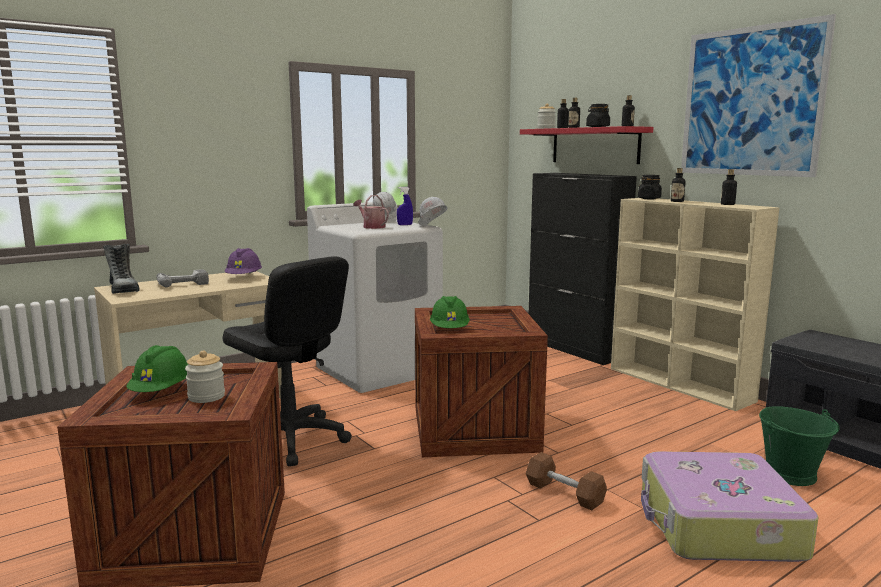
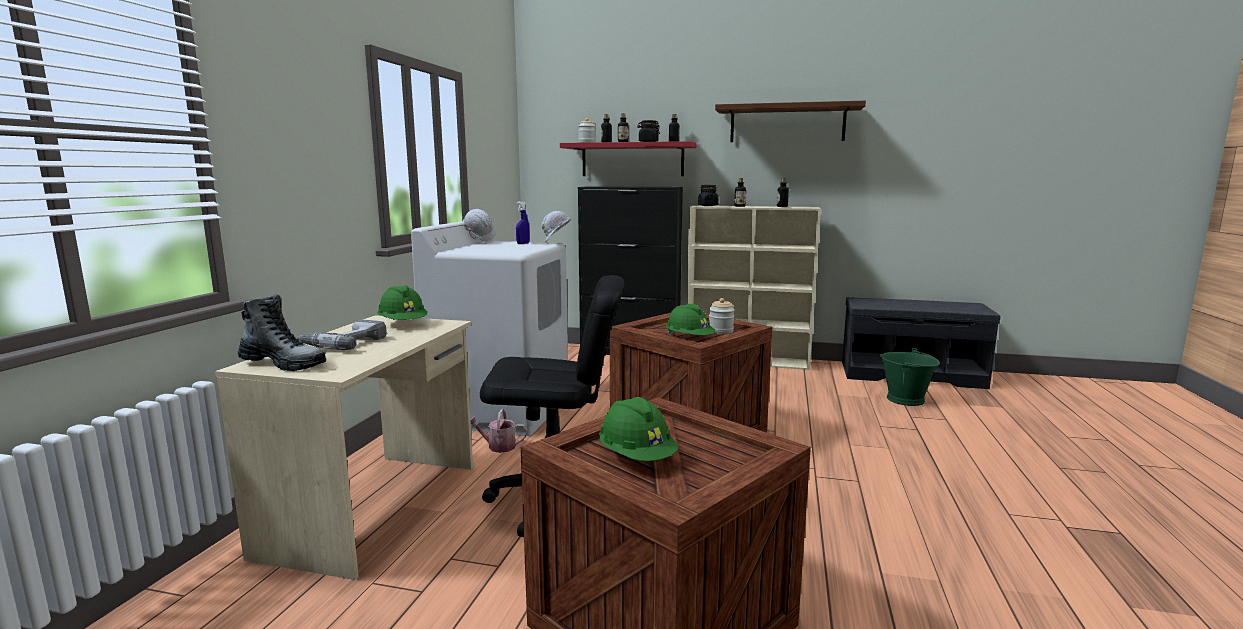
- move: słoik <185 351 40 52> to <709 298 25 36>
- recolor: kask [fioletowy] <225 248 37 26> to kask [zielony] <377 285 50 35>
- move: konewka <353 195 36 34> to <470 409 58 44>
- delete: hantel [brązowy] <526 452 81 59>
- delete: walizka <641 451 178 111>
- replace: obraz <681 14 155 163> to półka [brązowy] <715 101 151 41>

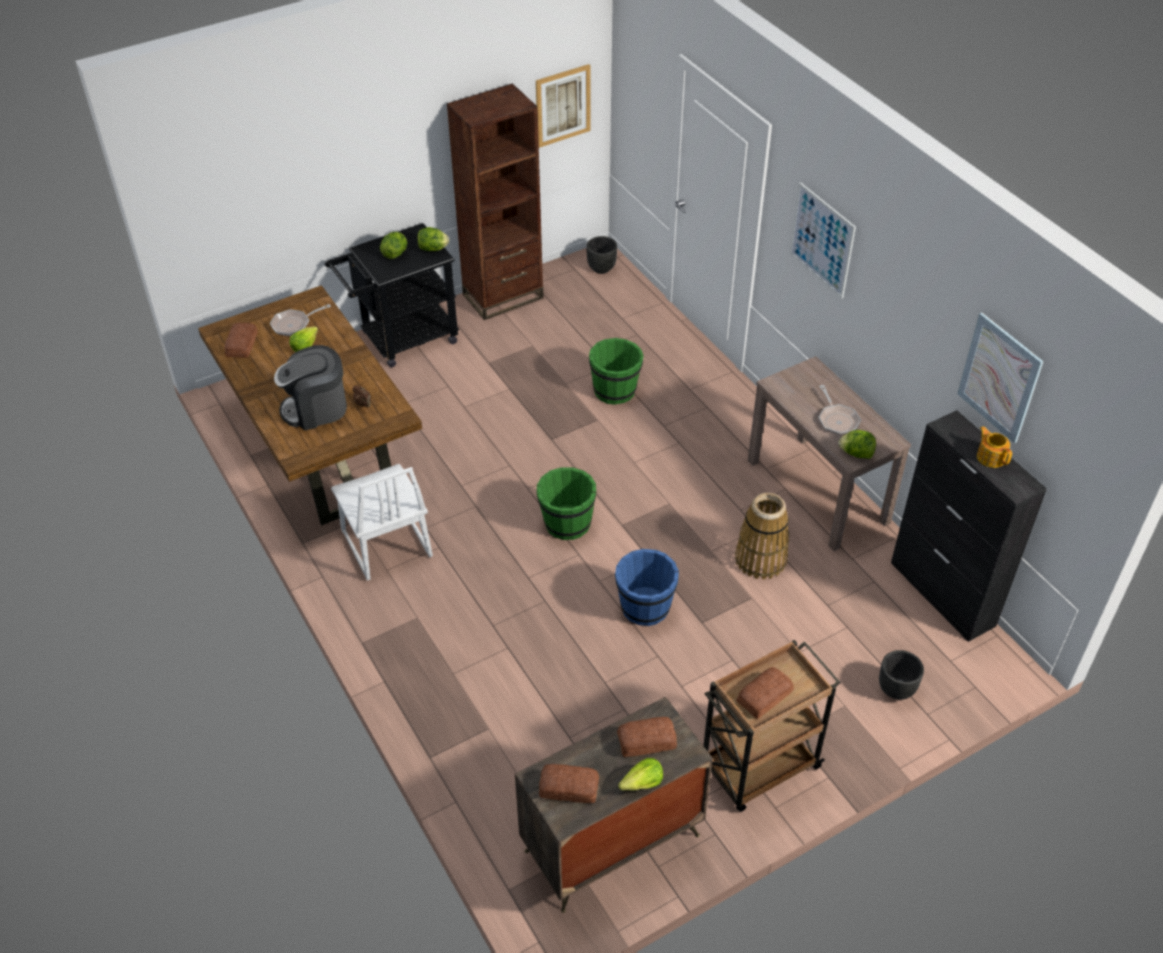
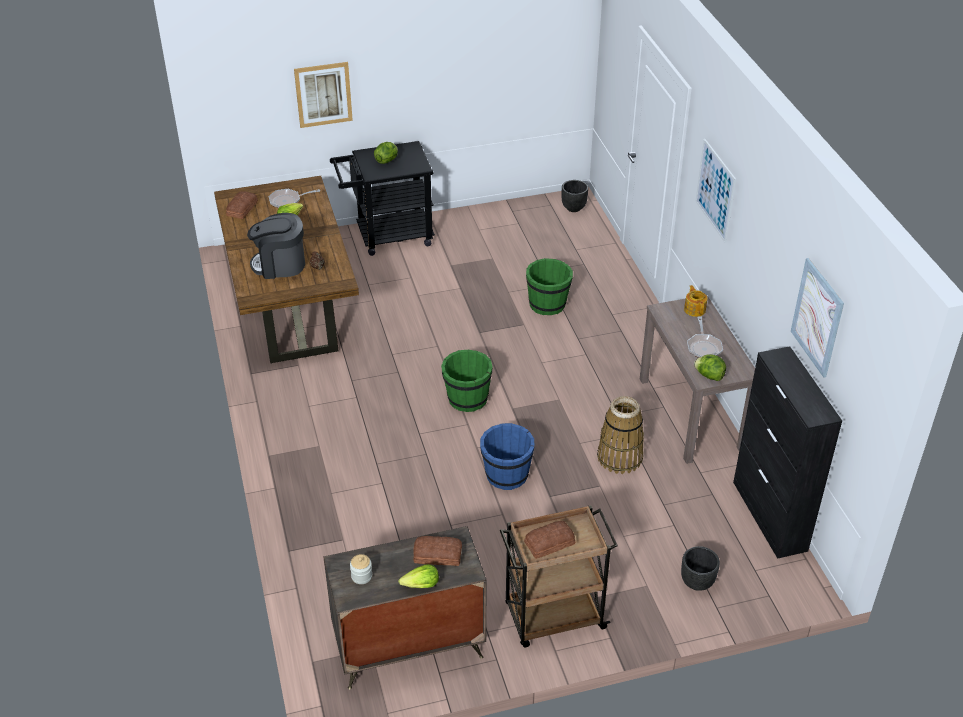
- delete: krzesło [biały] <331 464 102 117>
- delete: sałata <417 227 32 24>
- delete: regał [brązowy] <447 83 97 237>
- move: obraz <536 64 55 84> to <294 62 59 66>
- replace: chleb <539 764 60 39> to słoik <350 554 22 30>
- move: imbryk <977 426 35 42> to <684 285 23 32>

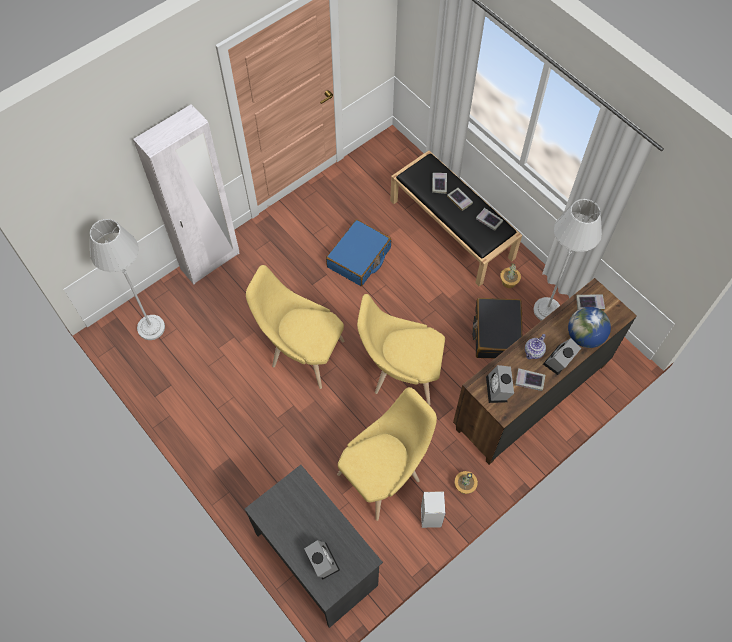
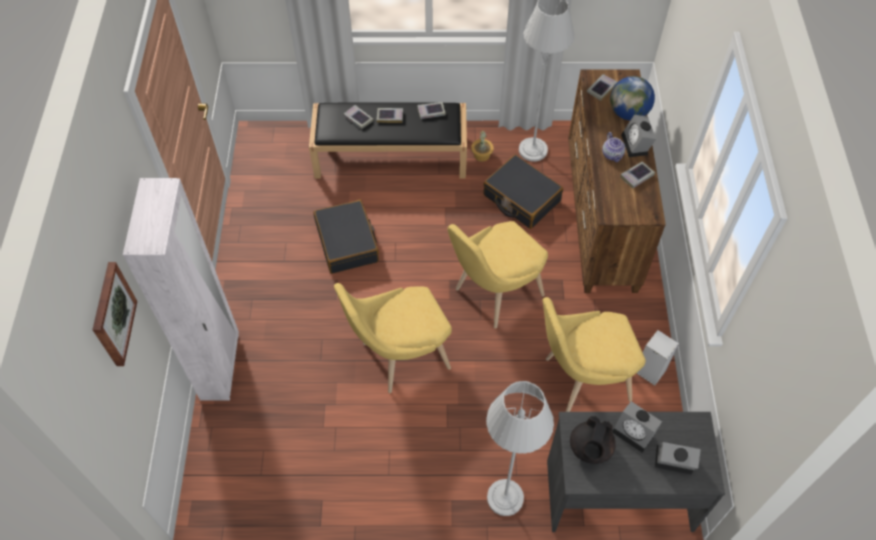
- move: lampa stojąca [szary] <90 219 75 121> to <486 381 68 135>
- recolor: walizka [niebieski] <326 219 65 67> to walizka [czarny] <313 200 66 74>
- rotate: krzesło [żółty] <337 387 100 134> = <543 297 103 115> 105 degrees counterclockwise
- delete: roślina doniczkowa <454 471 24 23>
- move: budzik <486 365 28 38> to <612 401 50 52>
- insert: obraz <92 262 45 104>
- insert: imbryk [czarny] <570 416 46 48>

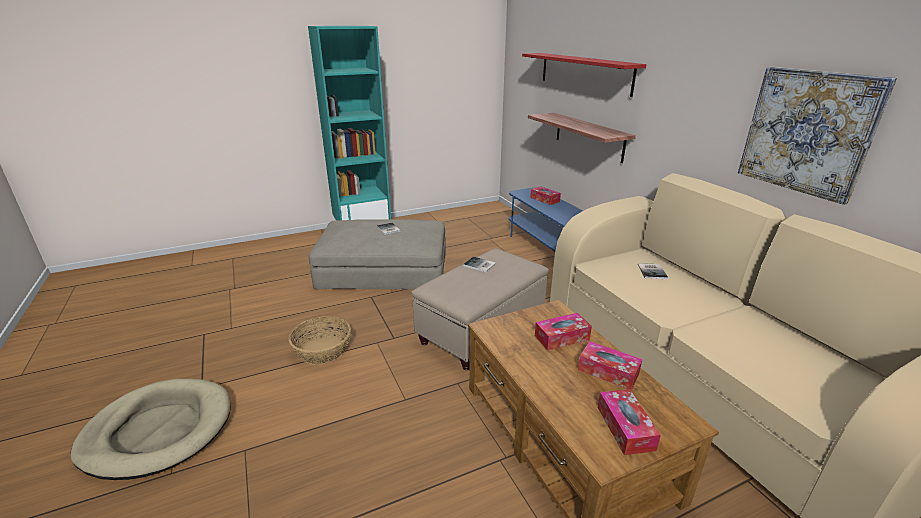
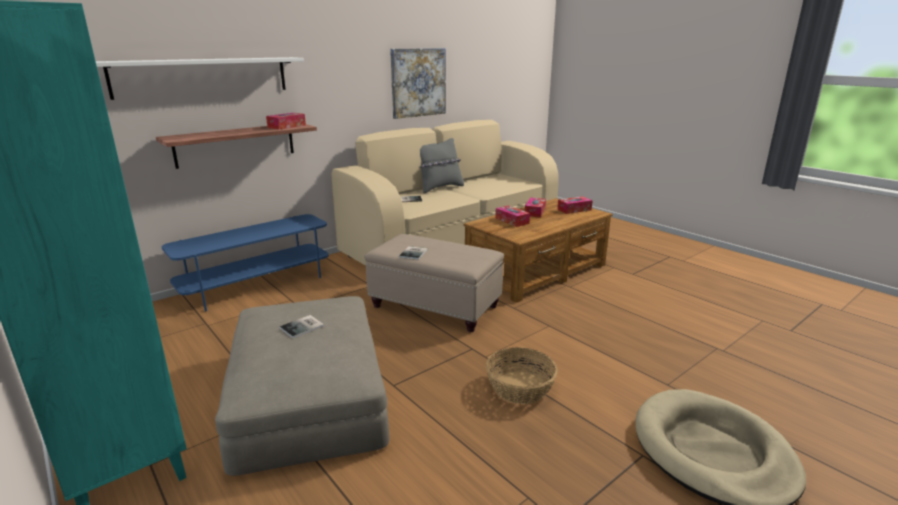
- recolor: półka [czerwony] <522 53 125 44> to półka [biały] <96 57 208 43>
- move: pudełko chusteczek <530 186 31 19> to <266 113 40 17>
- insert: poduszka [szary] <420 138 44 55>

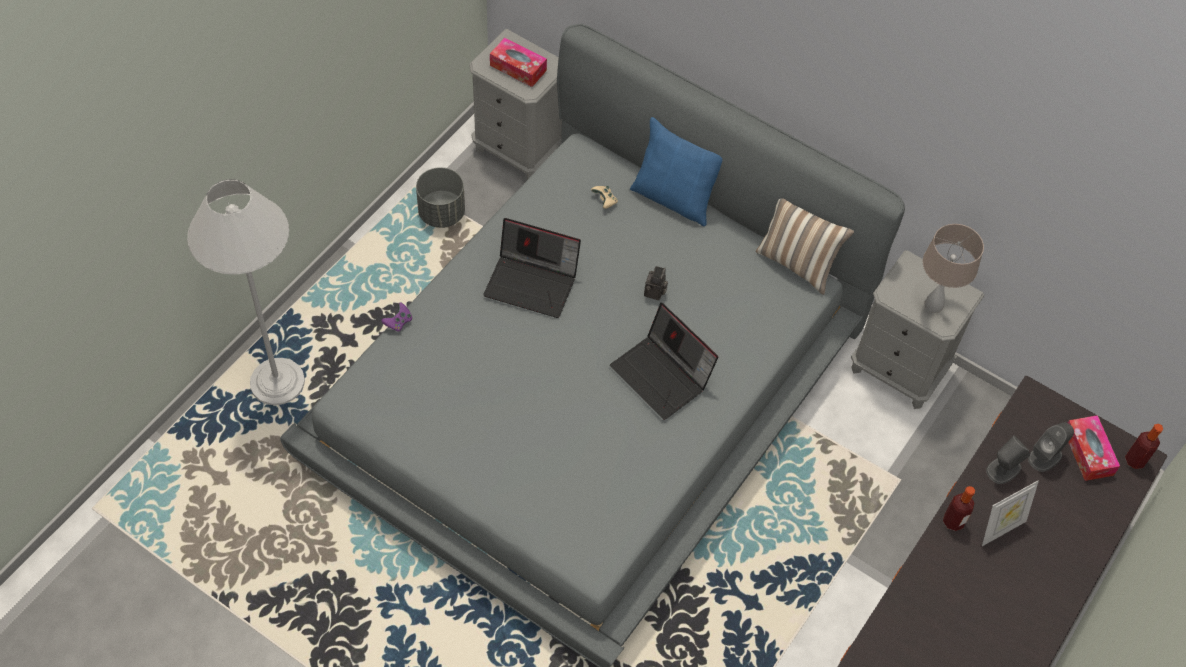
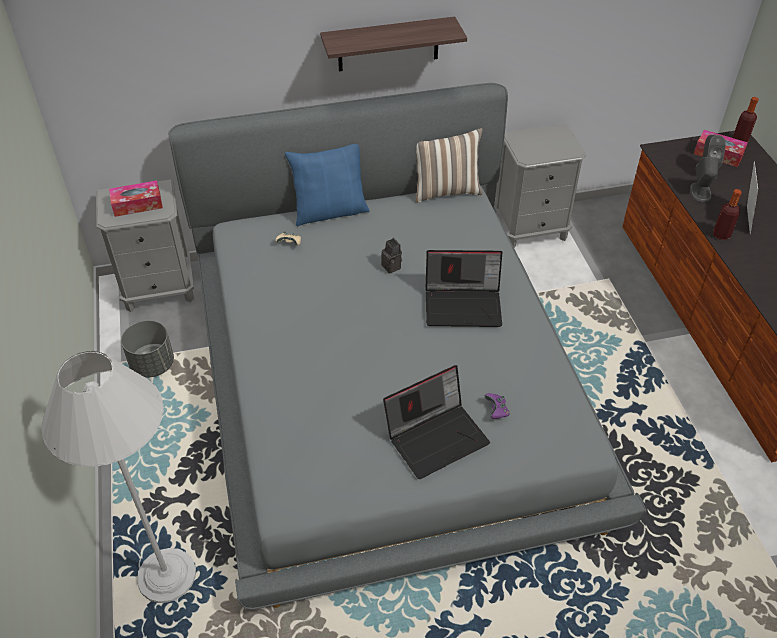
- move: pad do gier [fioletowy] <381 303 31 29> to <485 393 24 26>
- move: laptop <483 218 98 100> to <383 365 107 114>
- delete: lampa stołowa [beżowy] <923 224 61 89>
- insert: półka <320 17 147 54>

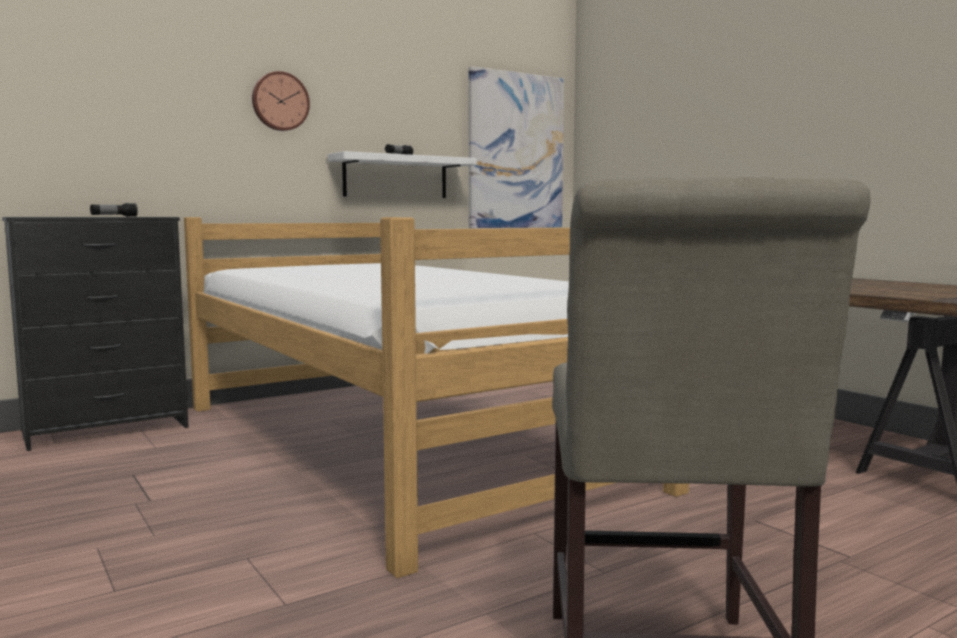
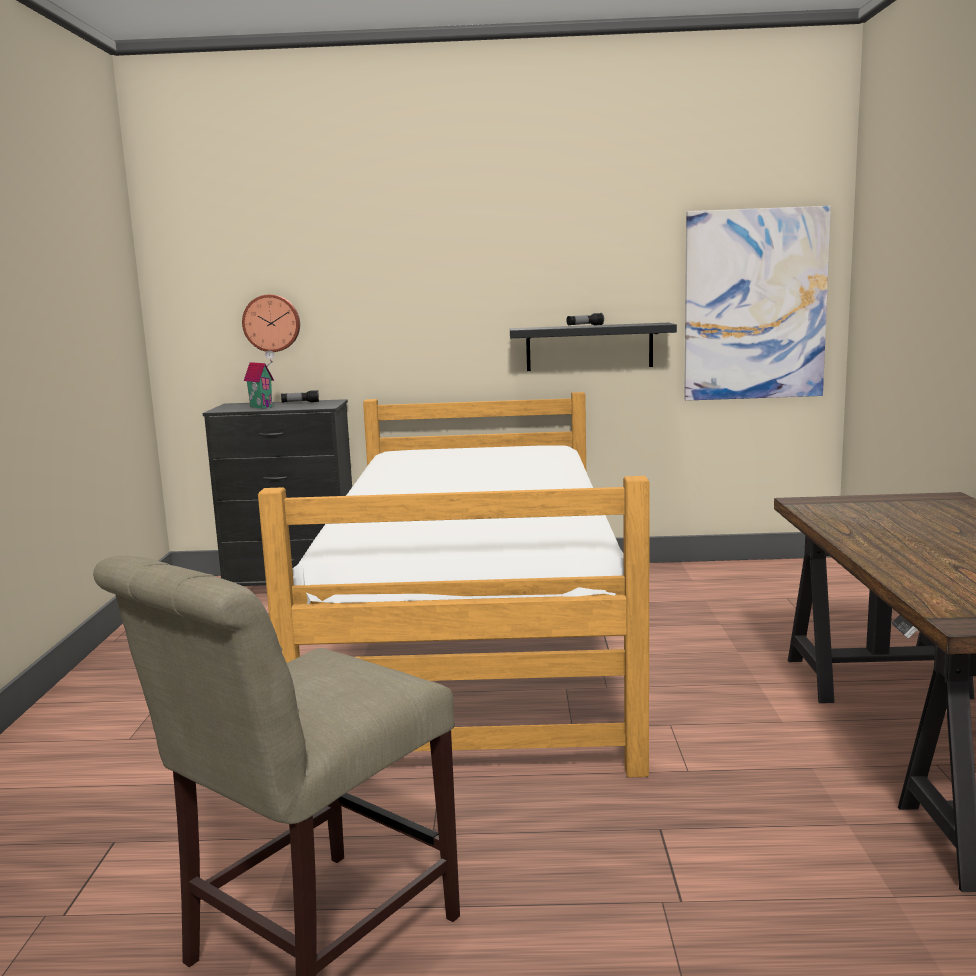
- move: zegar ścienny <252 71 58 60> to <242 294 58 58>
- recolor: półka [biały] <328 151 149 47> to półka [czarny] <510 323 167 48>
- insert: domek <244 351 30 58>

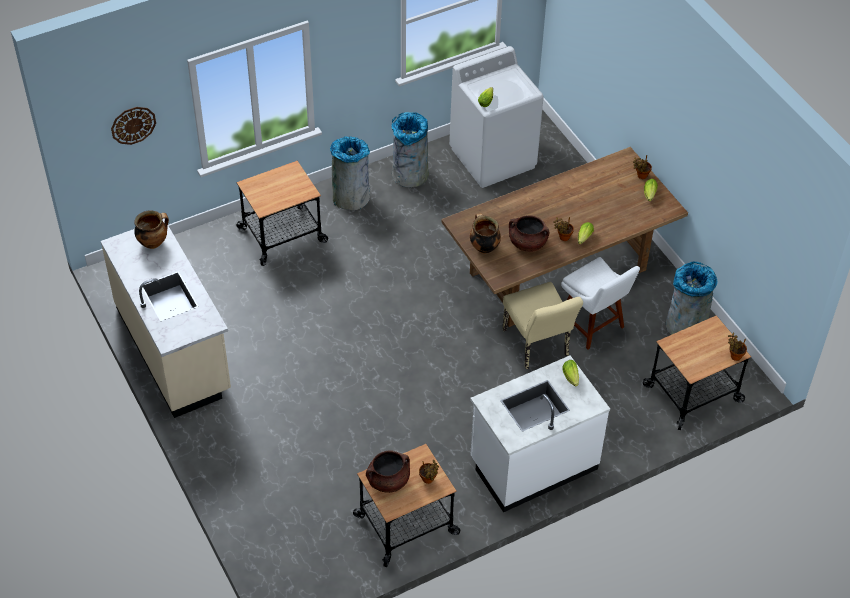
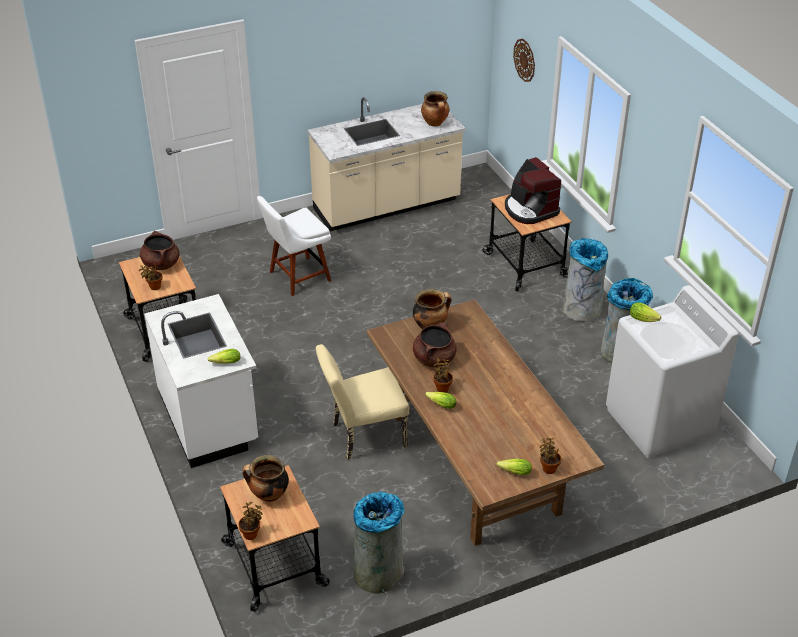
- move: krzesło [biały] <561 257 79 93> to <257 196 74 100>
- insert: garnek <242 455 47 47>
- insert: ekspres do kawy <505 157 56 67>

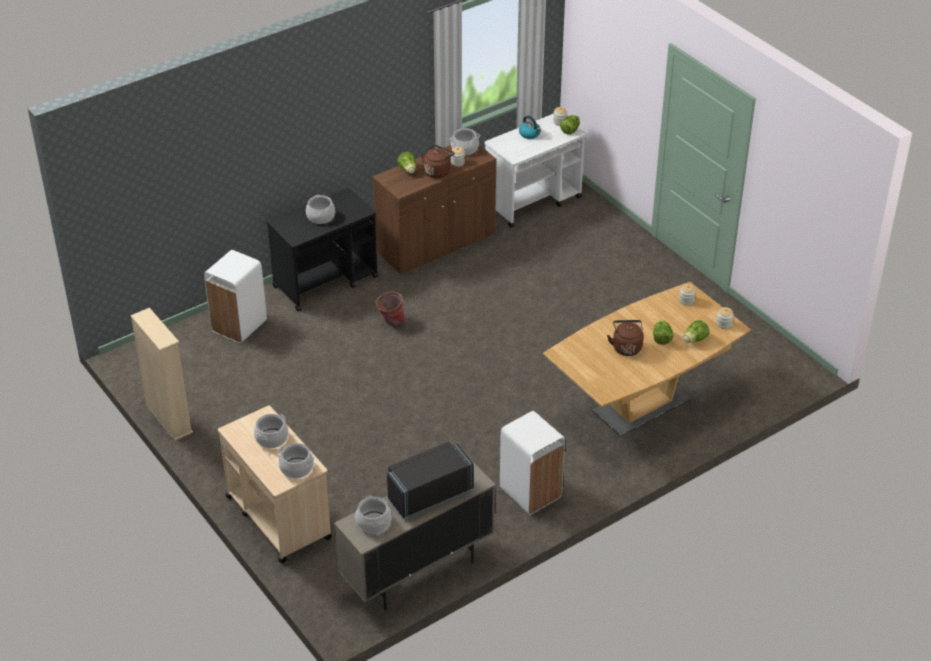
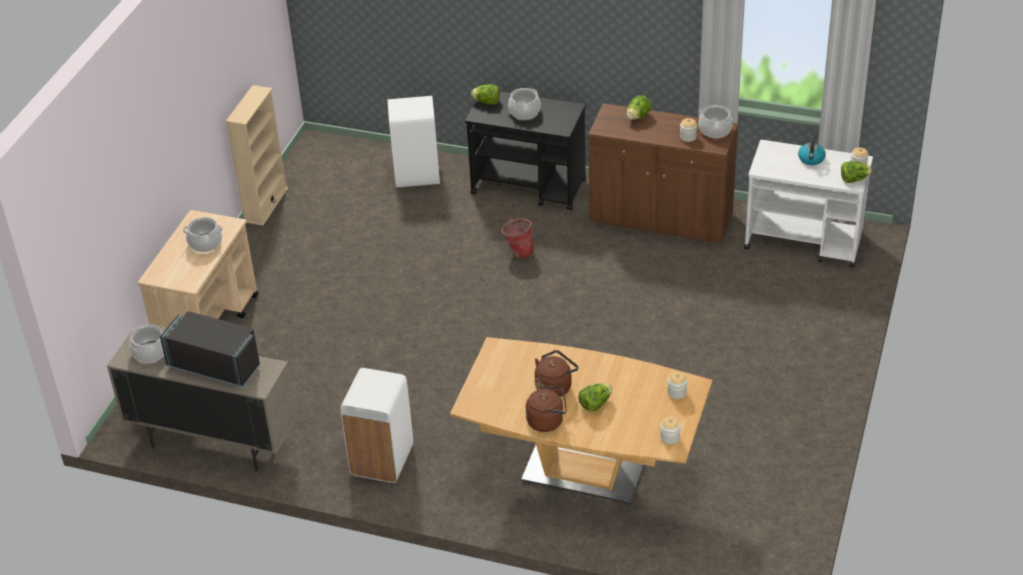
- delete: garnek <277 443 37 35>
- move: czajnik [brązowy] <420 145 35 33> to <526 386 41 46>
- move: sałata <684 320 26 23> to <471 84 29 21>

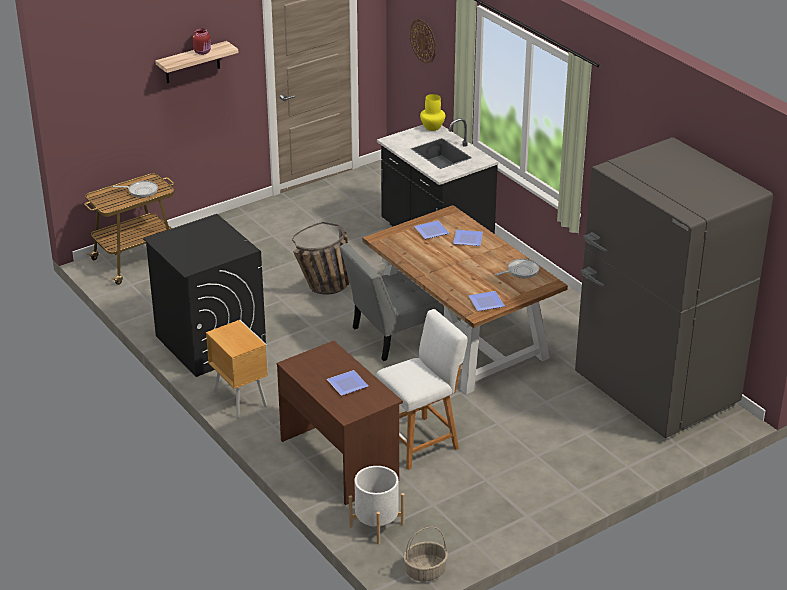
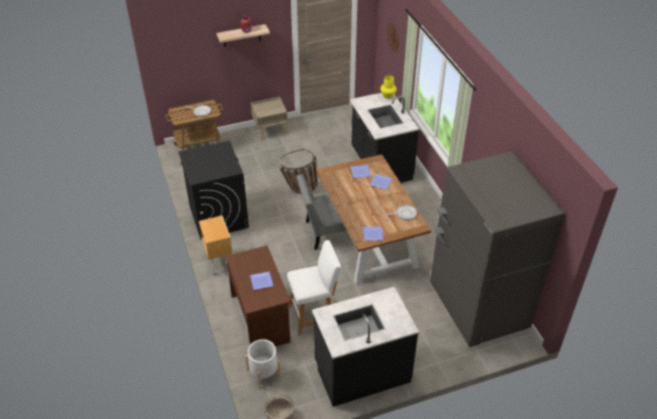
- insert: szafka nocna [beżowy] <251 97 37 43>
- insert: zabudowa kuchenna [czarny] <312 287 107 120>

